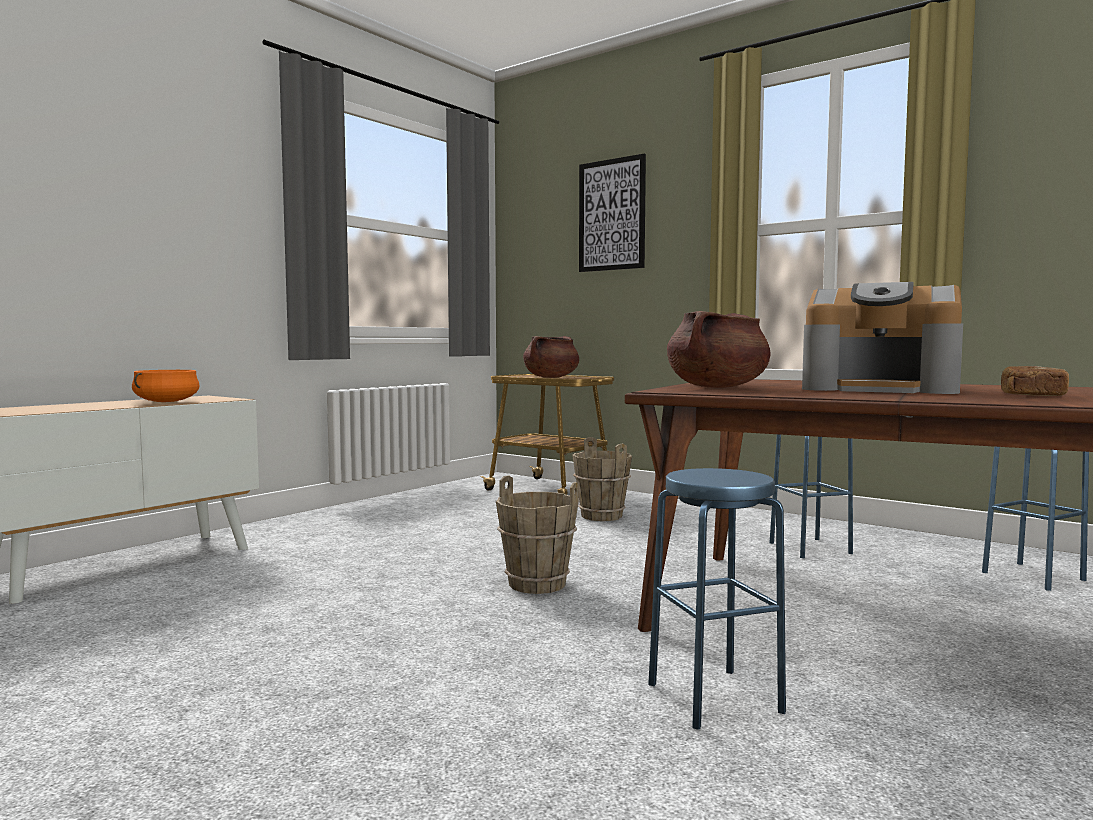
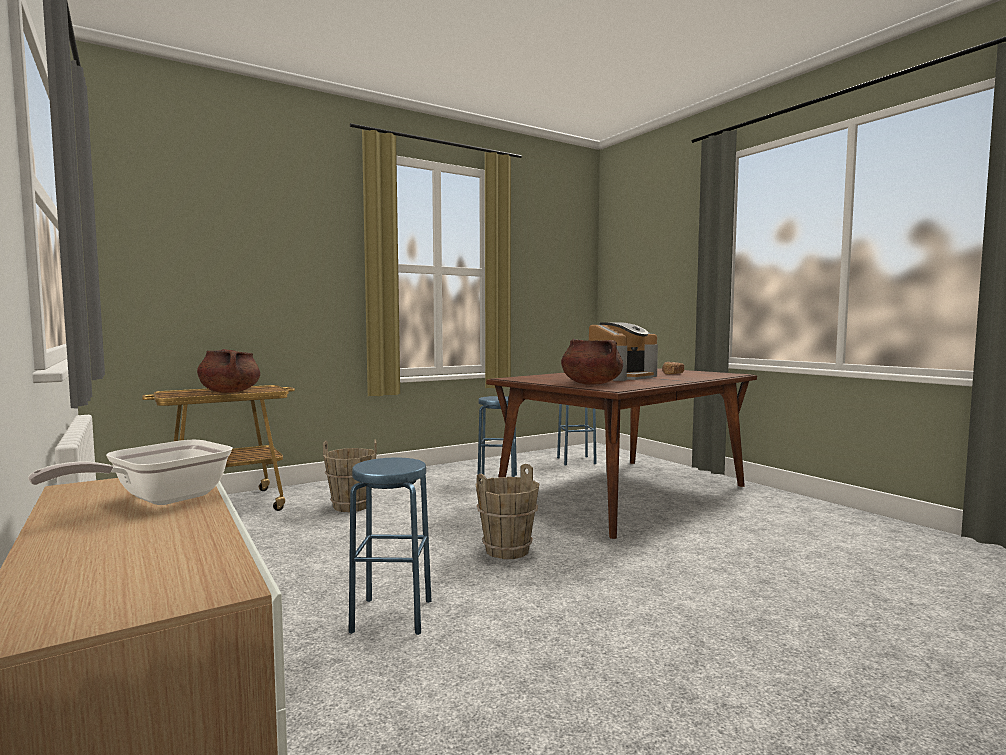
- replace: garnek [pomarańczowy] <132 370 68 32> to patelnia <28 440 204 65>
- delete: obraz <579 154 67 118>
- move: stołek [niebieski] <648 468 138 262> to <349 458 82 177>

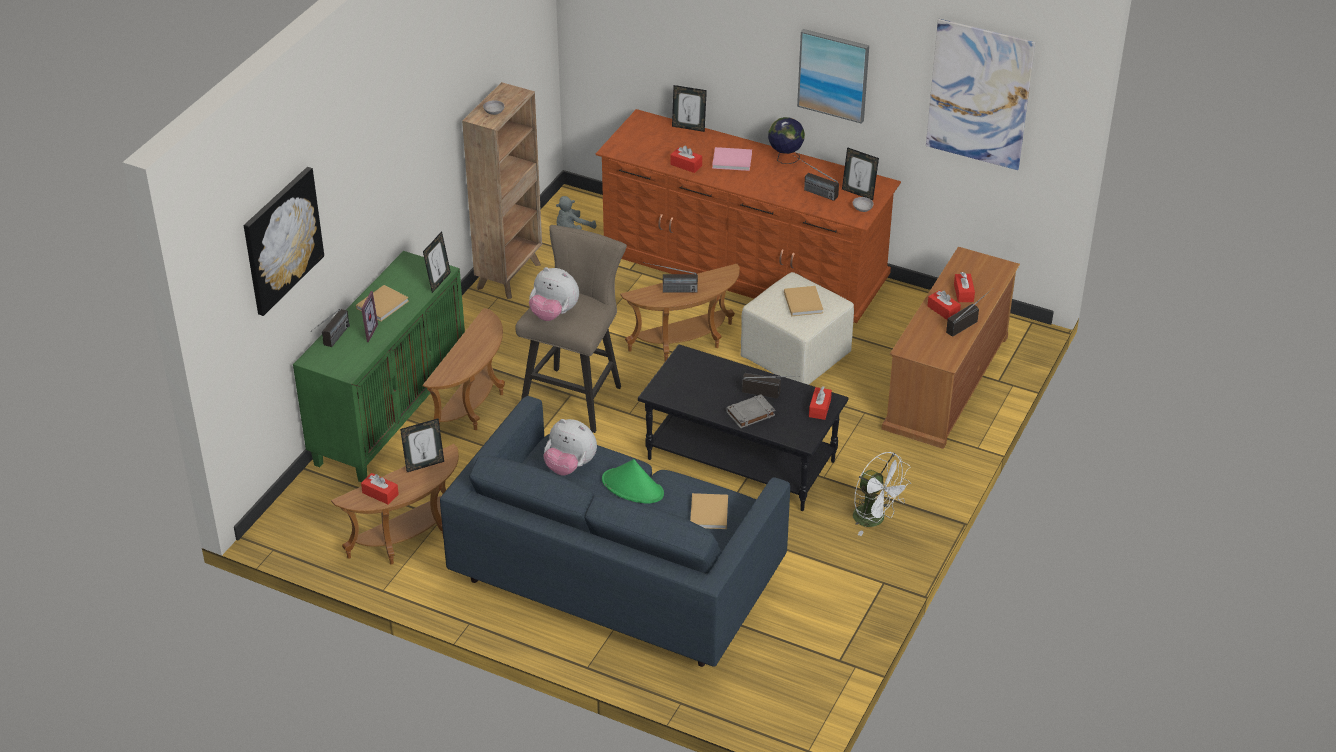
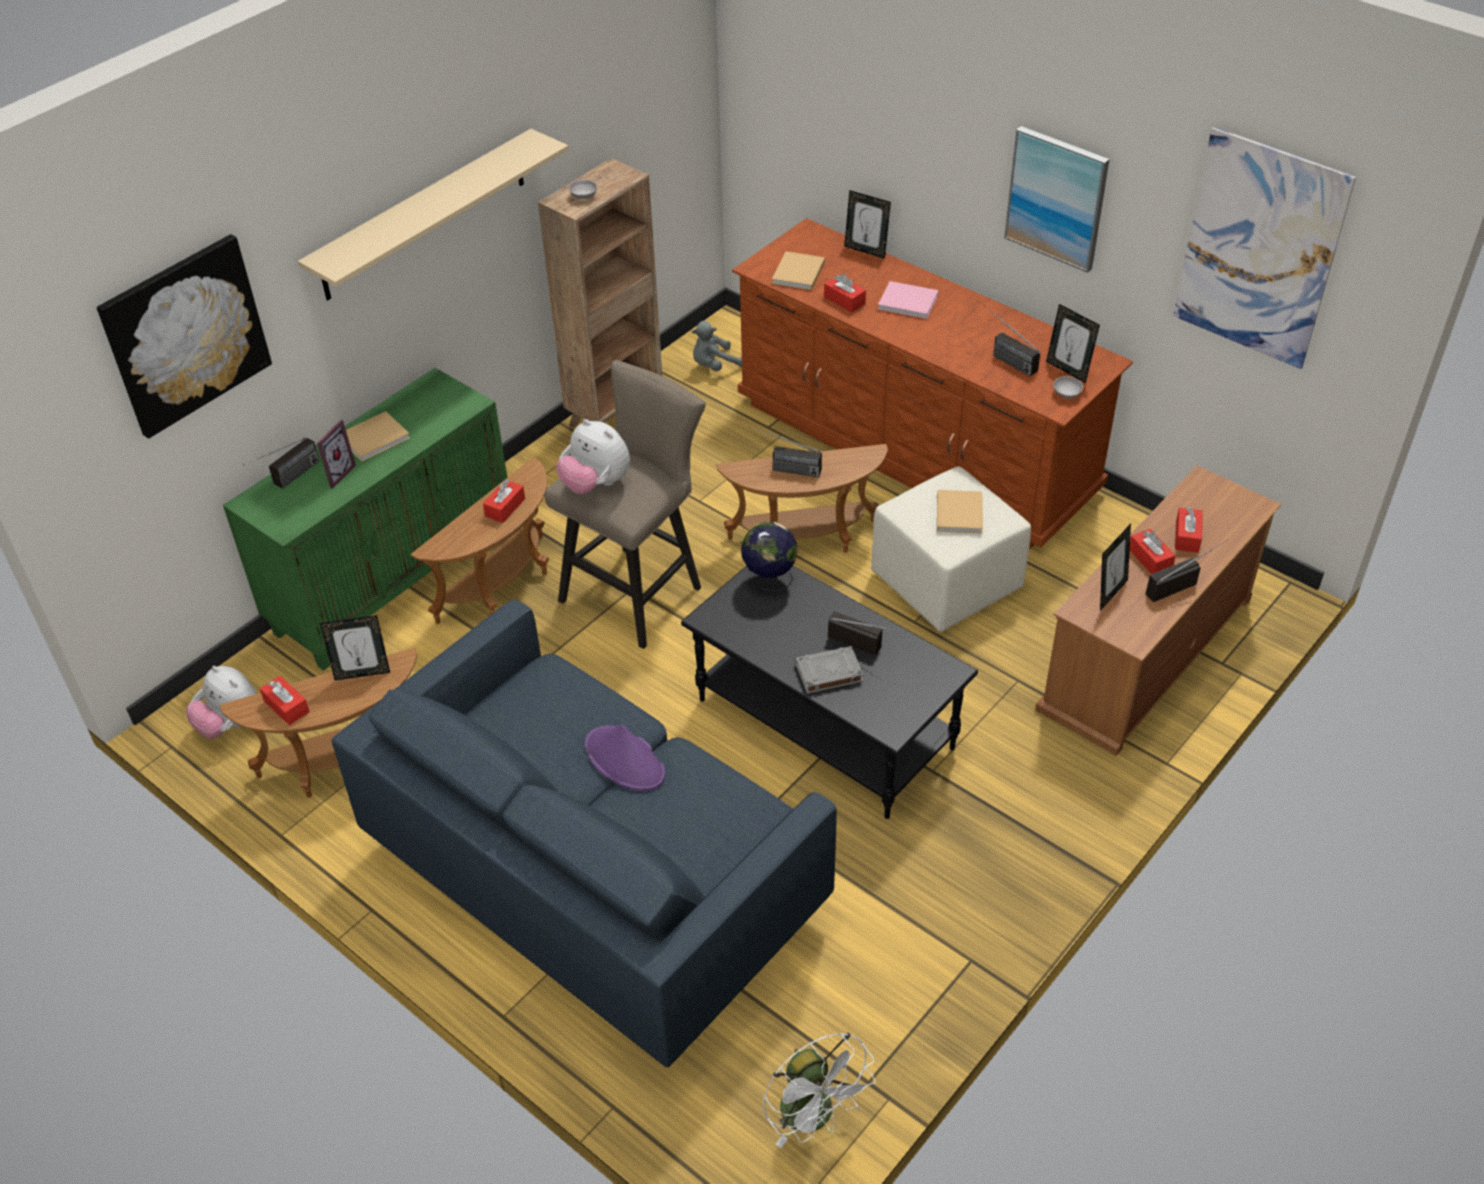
- move: ramka na zdjęcie <423 231 28 62> to <1100 524 31 87>
- move: pluszak <543 419 54 57> to <186 666 71 73>
- recolor: kapelusz [zielony] <602 459 62 45> to kapelusz [fioletowy] <585 725 80 66>
- move: książka [beżowy] <690 493 38 36> to <772 251 53 39>
- move: globus <768 117 37 47> to <741 522 57 69>
- move: pudełko chusteczek [czerwony] <809 386 23 34> to <483 479 42 44>
- move: wentylator [biały] <853 452 58 84> to <763 1032 113 116>
- insert: półka [beżowy] <298 129 271 171>

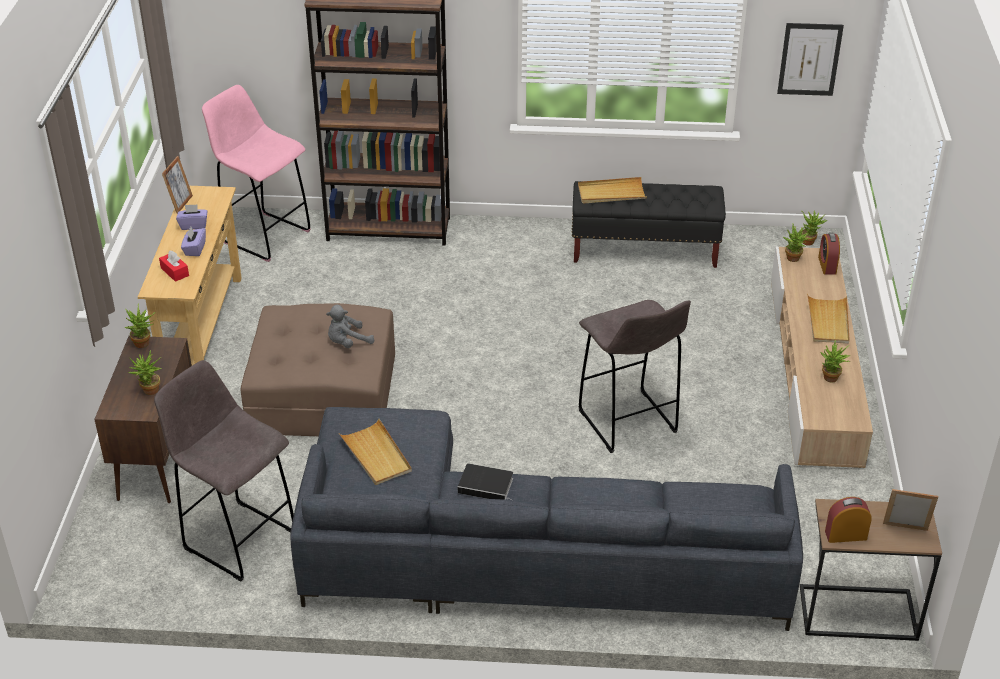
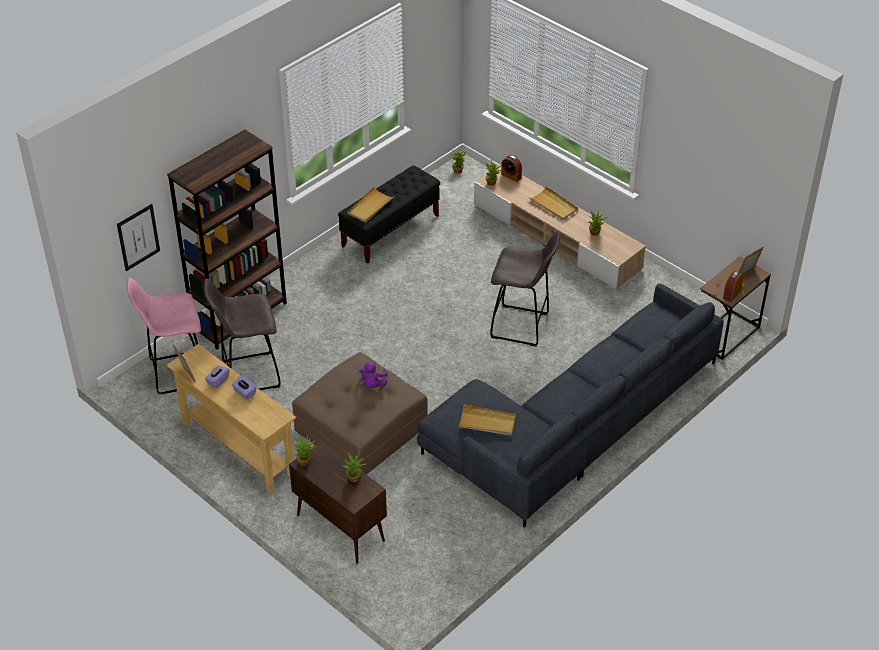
- move: stołek [szary] <154 360 140 221> to <204 278 77 112>
- delete: pudełko chusteczek [czerwony] <159 250 30 32>
- recolor: pluszak [szary] <326 305 48 43> to pluszak [fioletowy] <359 363 29 25>
- delete: książka <458 463 55 37>
- move: obraz <777 23 67 73> to <117 204 43 67>

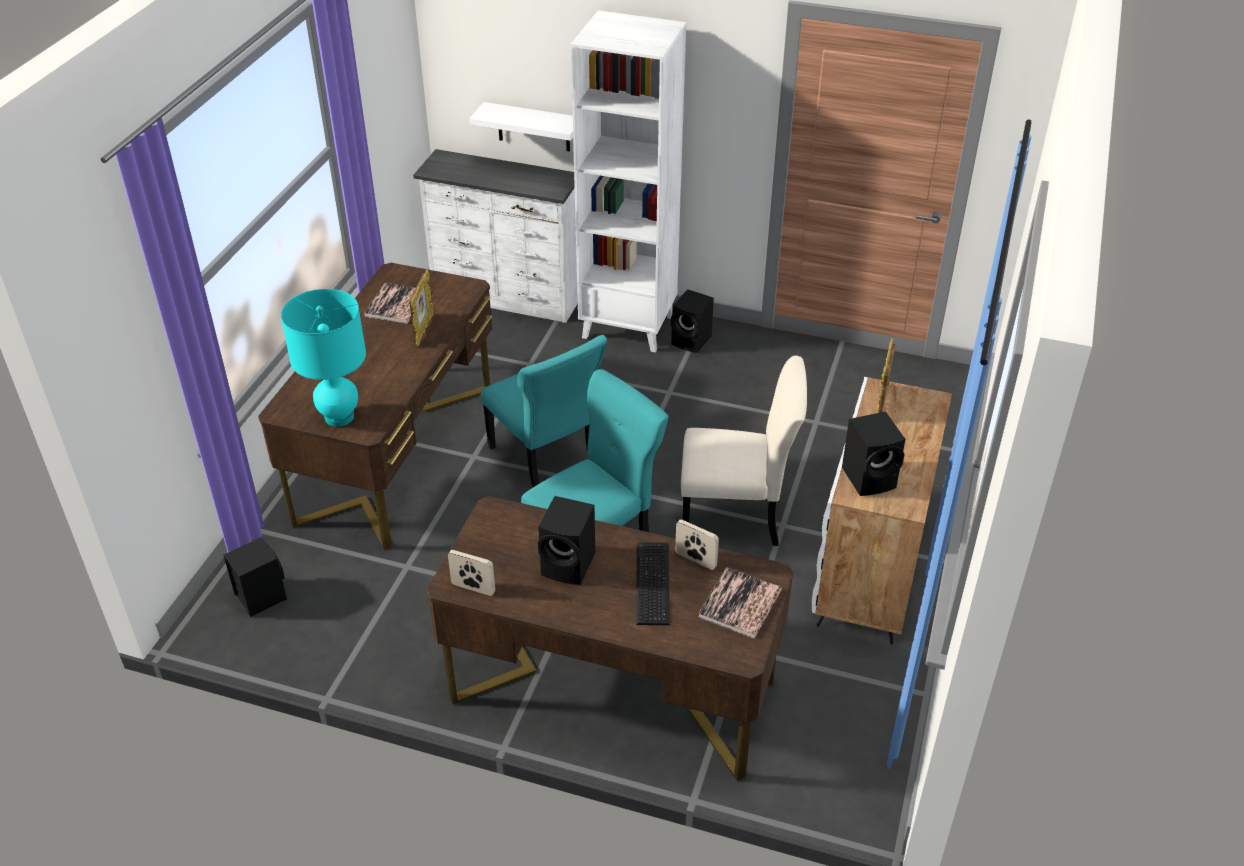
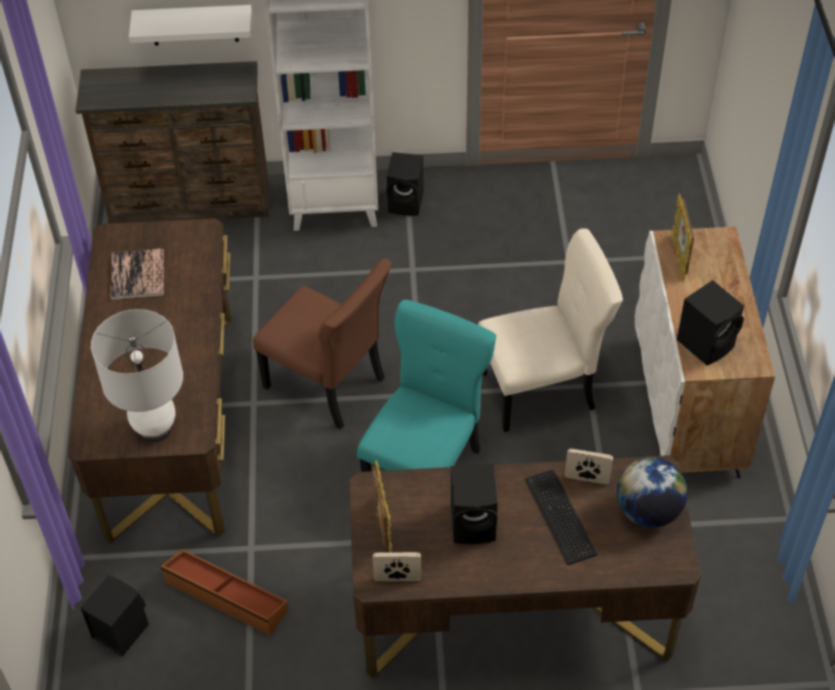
- recolor: lampa stołowa [turkusowy] <281 289 85 138> to lampa stołowa [biały] <91 309 92 134>
- move: ramka na zdjęcie <409 269 25 77> to <372 460 20 92>
- recolor: komoda [biały] <413 149 165 174> to komoda [brązowy] <76 61 193 163>
- recolor: krzesło [turkusowy] <481 335 126 153> to krzesło [brązowy] <253 258 139 172>
- replace: książka <698 567 84 71> to globus <617 457 71 71>
- insert: pojemnik do przechowywania [brązowy] <161 549 128 87>

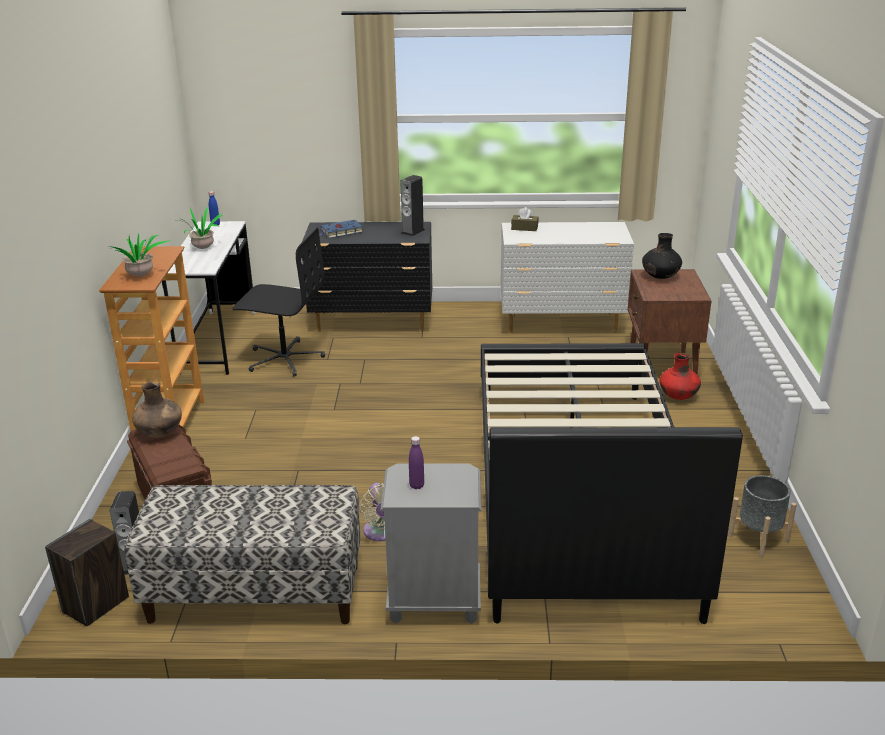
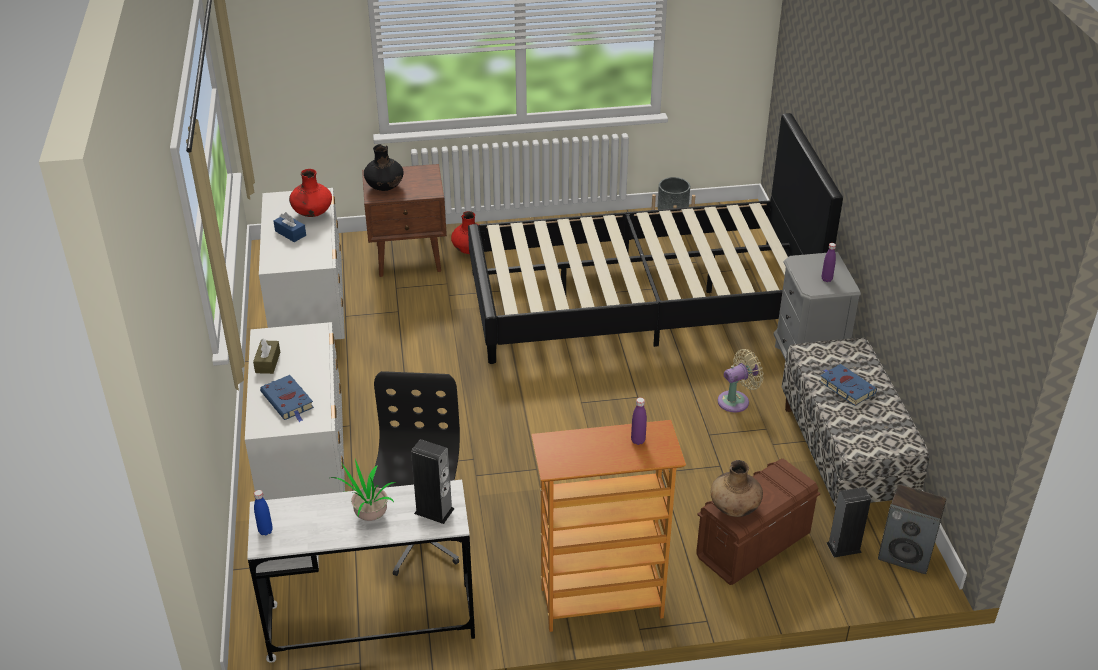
- replace: roślina doniczkowa <109 233 62 43> to butelka [fioletowy] <631 397 16 48>
- recolor: komoda [czarny] <302 222 130 110> to komoda [biały] <245 322 100 178>
- move: głośnik <400 175 25 62> to <411 439 43 85>
- move: pudełko chusteczek [brązowy] <511 207 27 24> to <253 339 27 35>
- insert: pudełko chusteczek [niebieski] <274 212 32 30>
- insert: wazon [czerwony] <289 169 43 48>
- insert: książka [niebieski] <820 364 57 42>

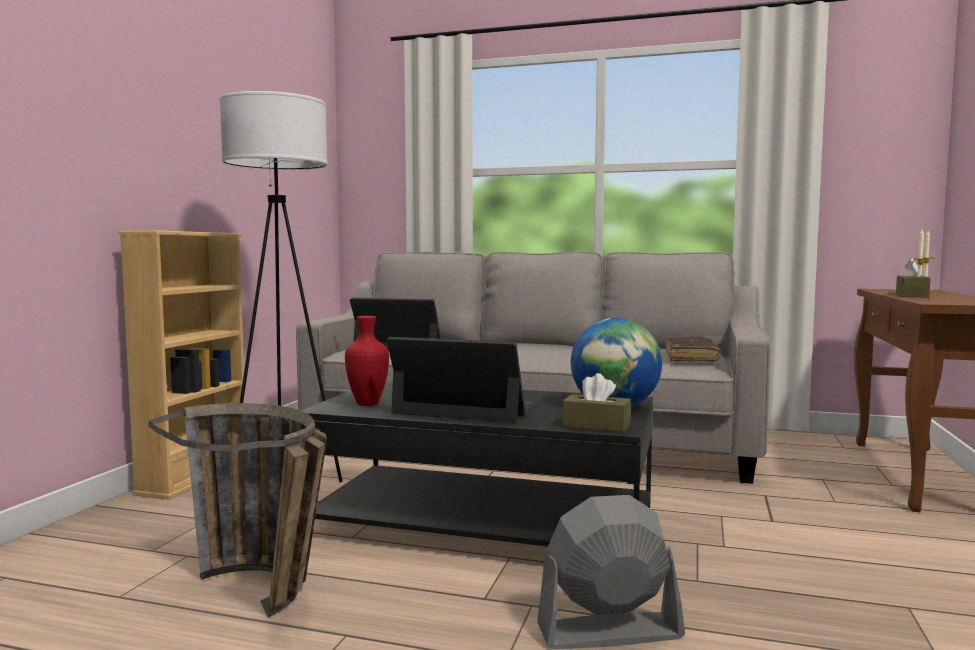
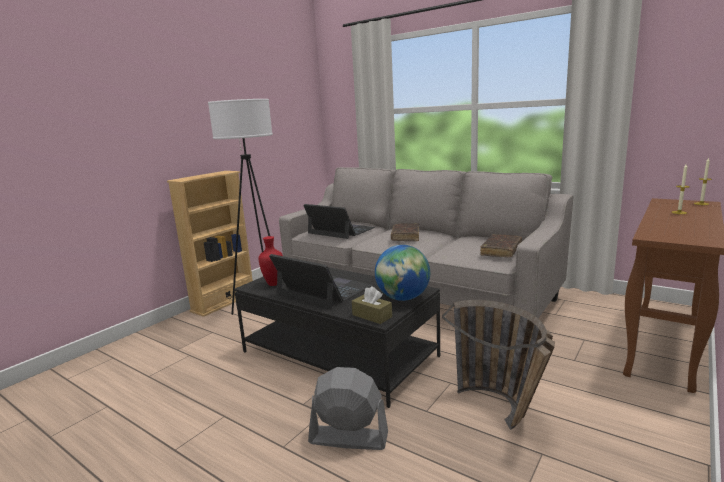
- move: koszyk <149 403 178 215> to <442 300 113 130>
- delete: pudełko chusteczek [brązowy] <896 258 35 40>
- insert: książka [brązowy] <391 223 28 18>

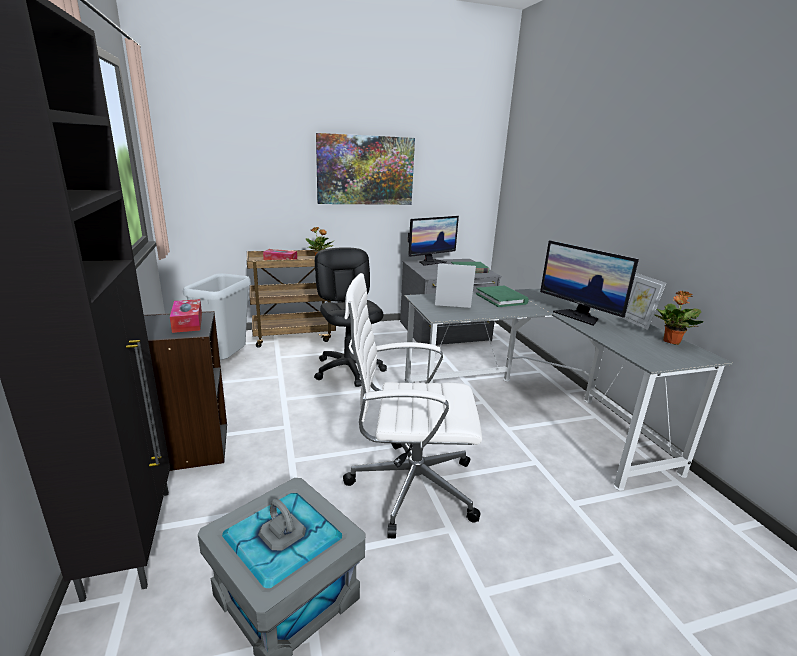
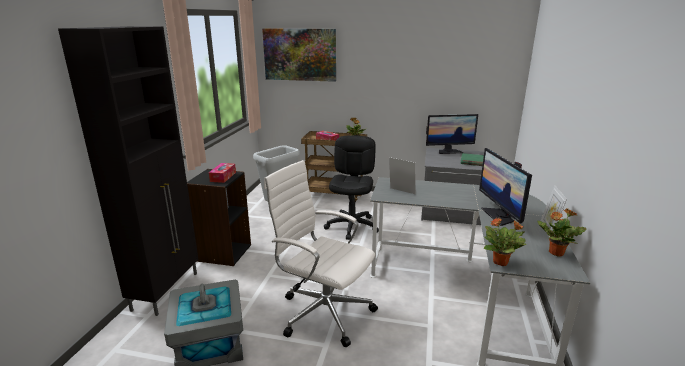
- move: obraz <316 133 99 72> to <262 28 74 54>
- delete: książka [zielony] <476 286 53 21>
- insert: roślina doniczkowa <484 217 43 49>

